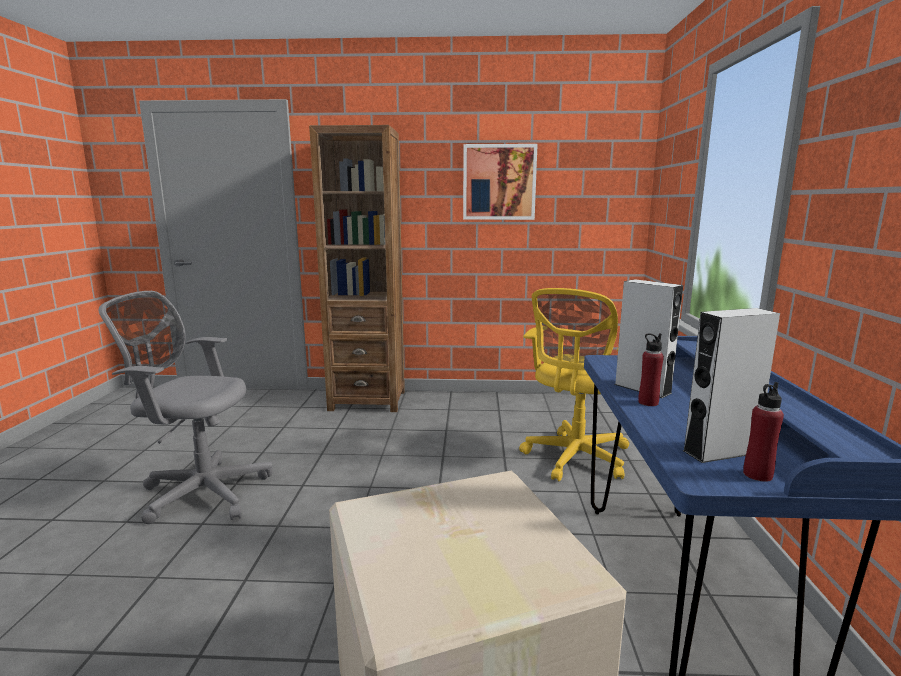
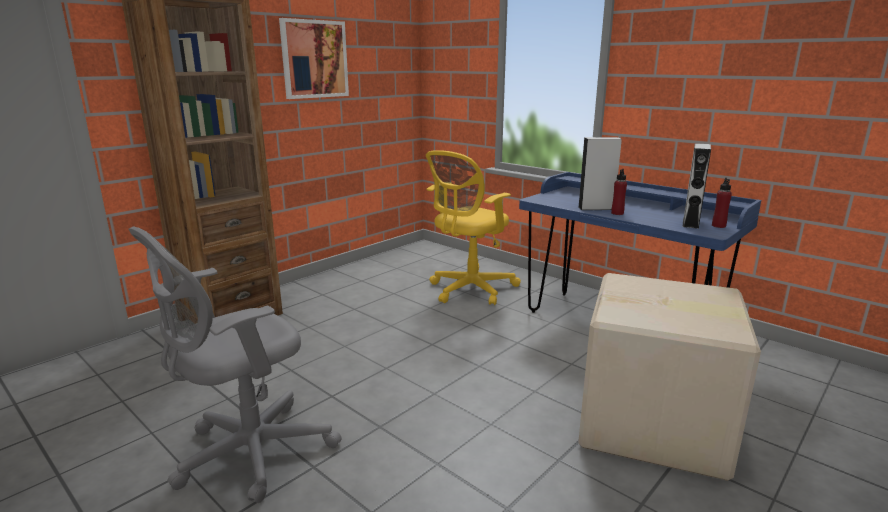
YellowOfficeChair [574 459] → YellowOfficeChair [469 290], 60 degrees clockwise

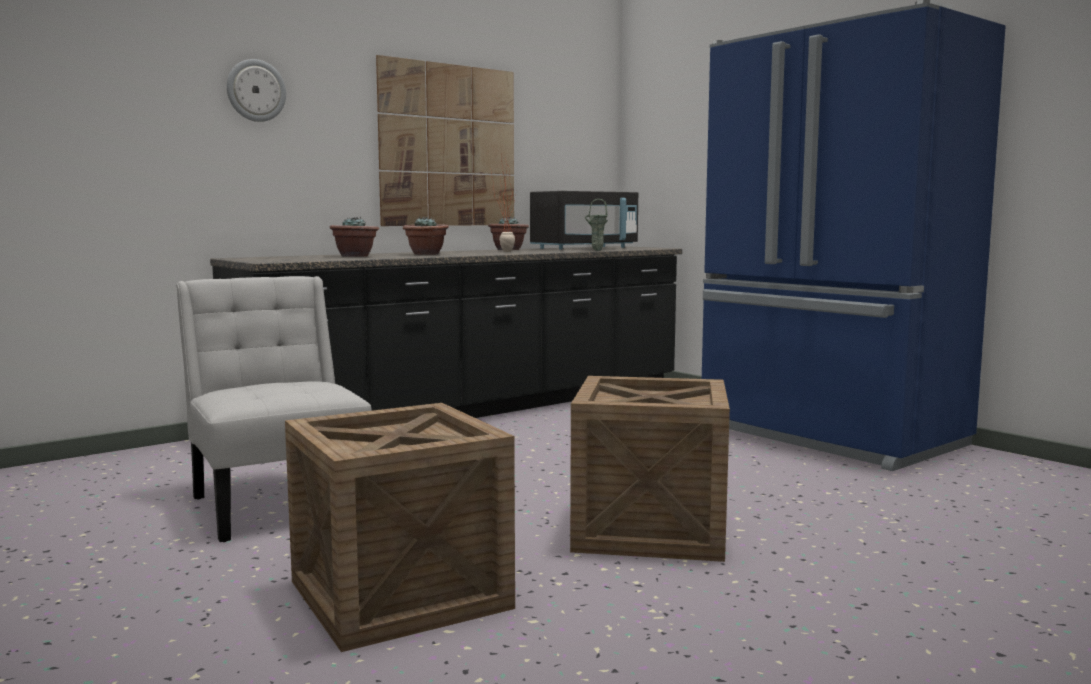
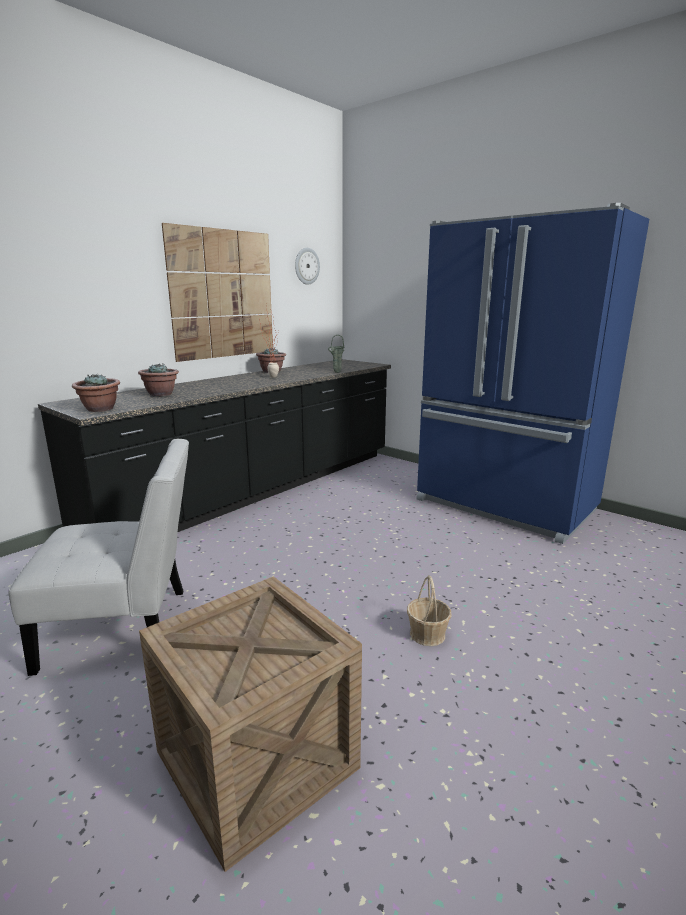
WhiteChair [278 503] → WhiteChair [126 628], 120 degrees clockwise
WallClock [256 90] → WallClock [306 266], move
PottedPlant [426 254] → PottedPlant [100 409], move
BlackMicrowave [584 248] → -
Crate [649 530] → Basket [427 634]

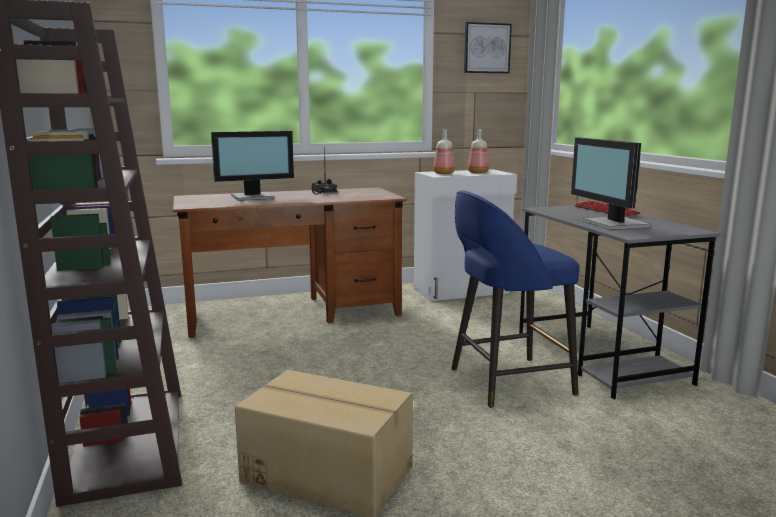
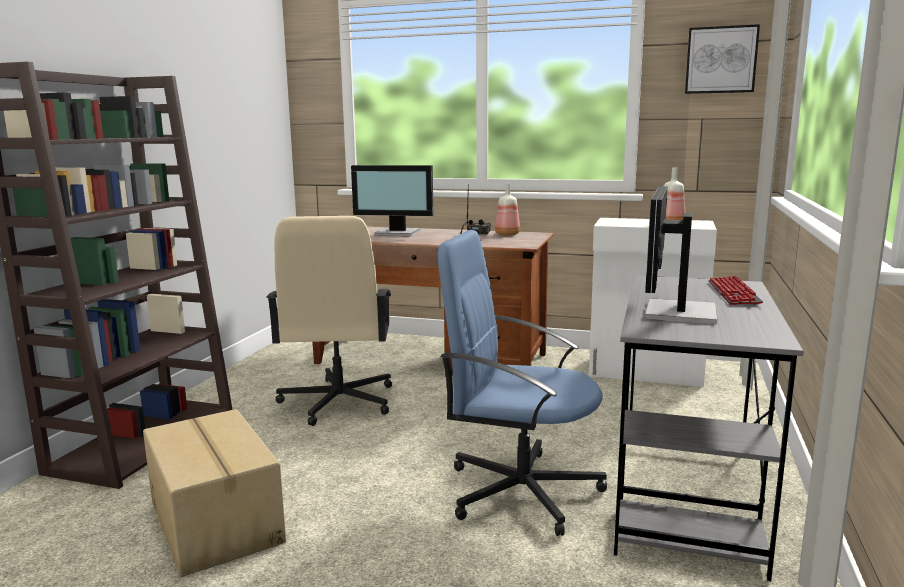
Bottle [443 173] → Bottle [506 234], move
BlueStool [507 382] → BlueOfficeChair [520 490]
- → BeigeOfficeChair [337 402]

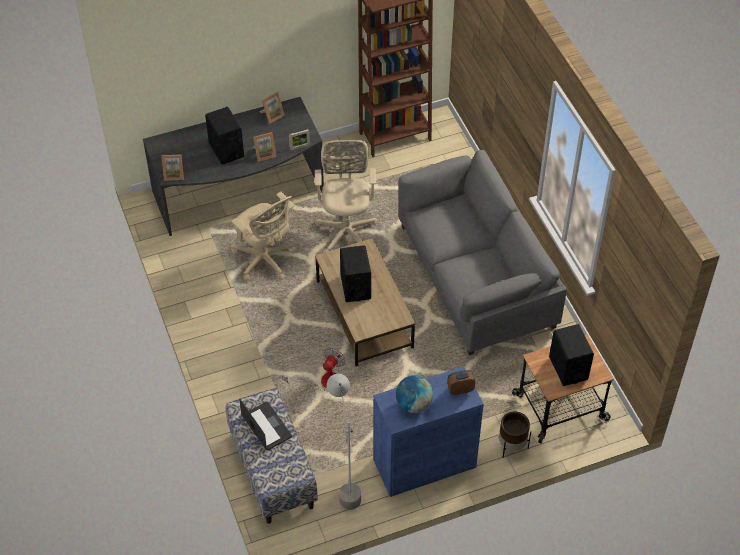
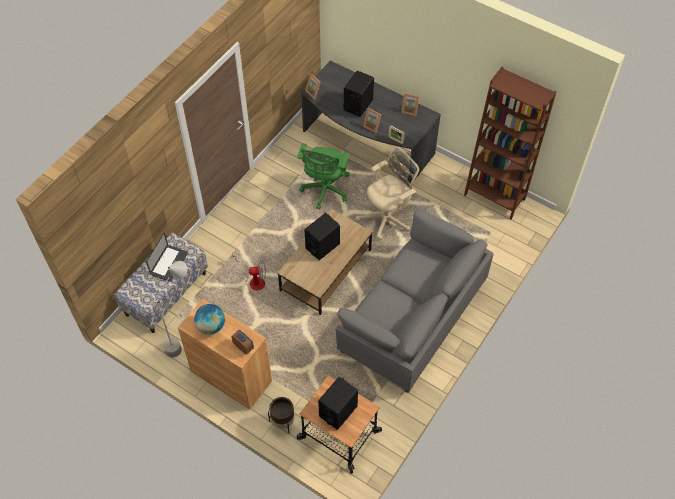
BeigeOfficeChair [265 260] → GreenOfficeChair [325 190]
BlueCabinet [424 463] → BrownCabinet [231 376]

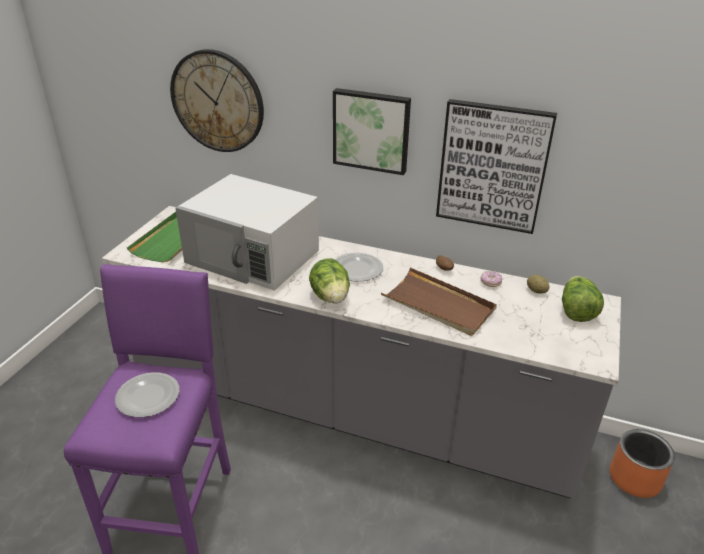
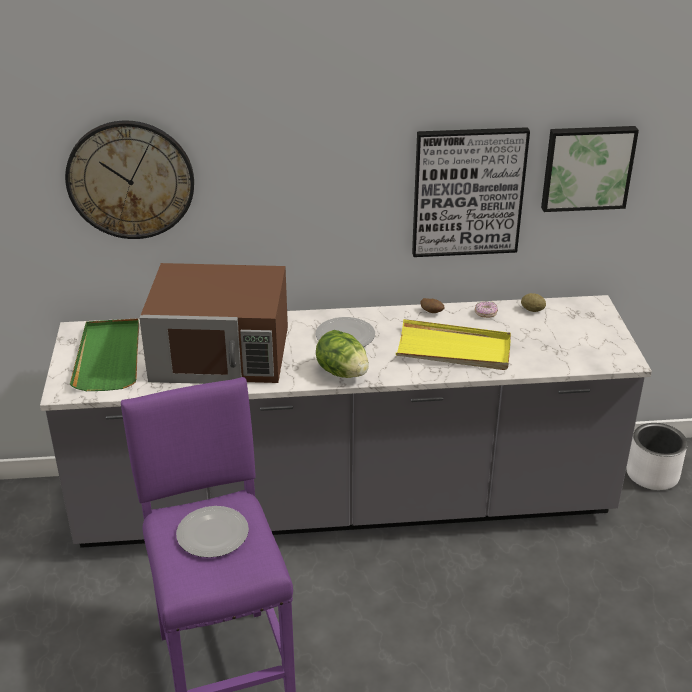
WhiteMicrowave [253 256] → BrownMicrowave [221 353]
Picture [371 130] → Picture [587 167], move
BrownTray [438 305] → YellowTray [454 349]
Lettuce [576 311] → -
OrangePlanter [635 478] → WhitePlanter [652 474]

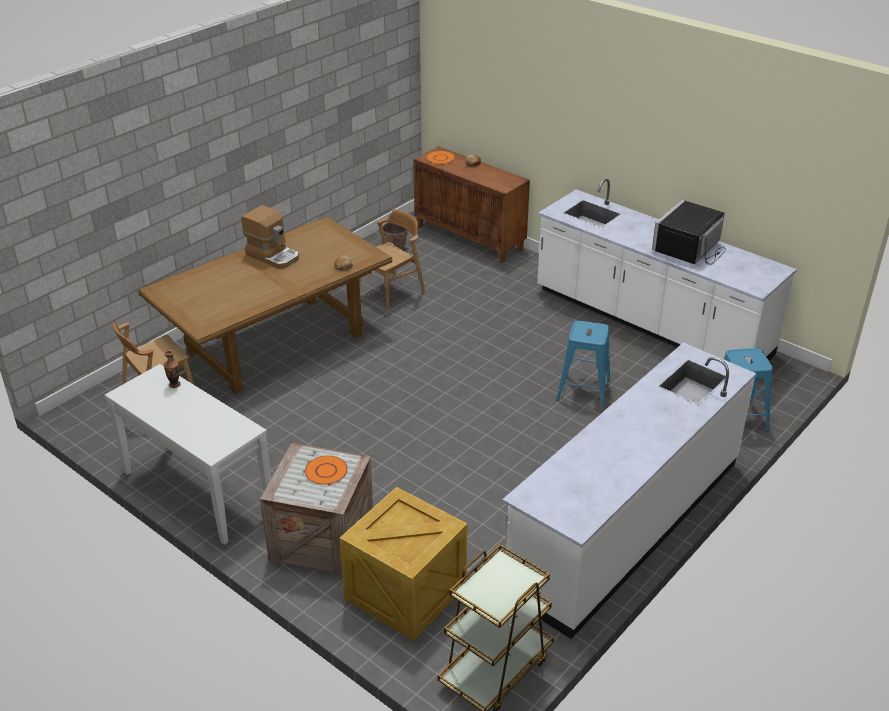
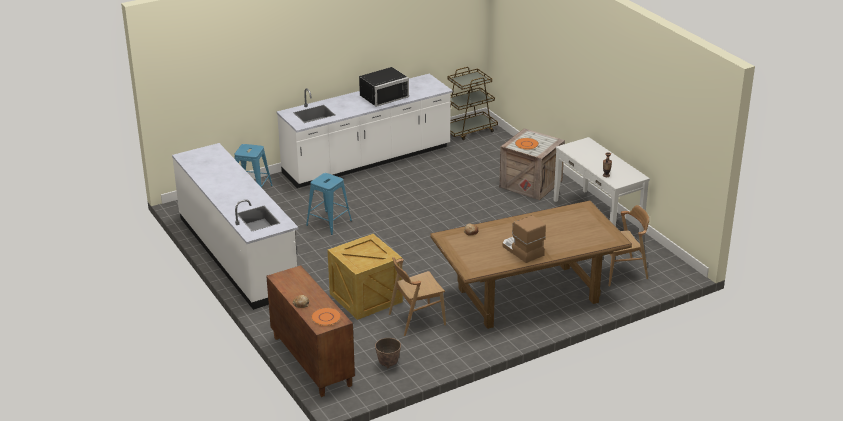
Crate [403 592] → Crate [367 298], move
BlackMicrowave [690 249] → BlackMicrowave [382 96], move

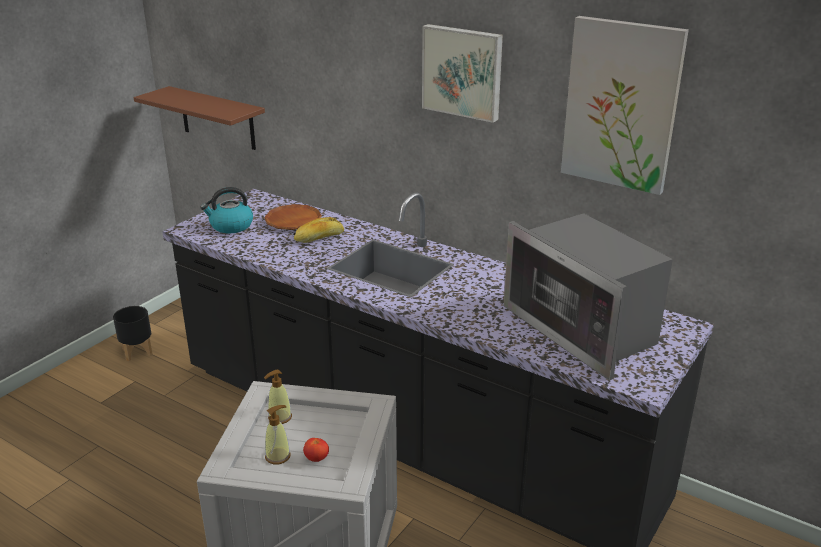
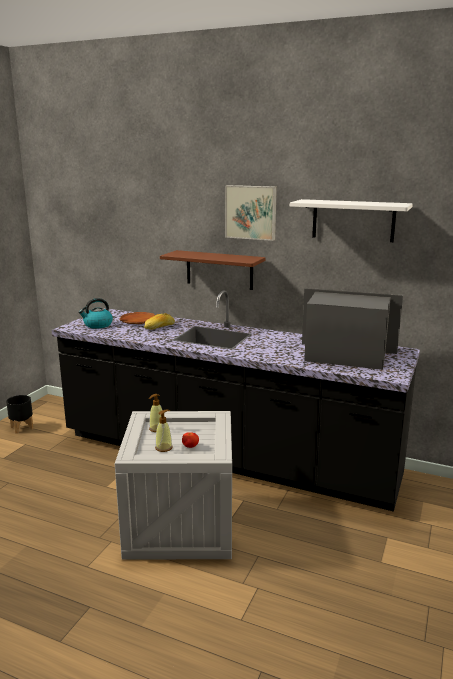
BrownShelf [217 118] → BrownShelf [219 270], move
Microwave [583 329] → Microwave [345 356], 150 degrees clockwise
Picture [621 105] → WhiteShelf [353 220]

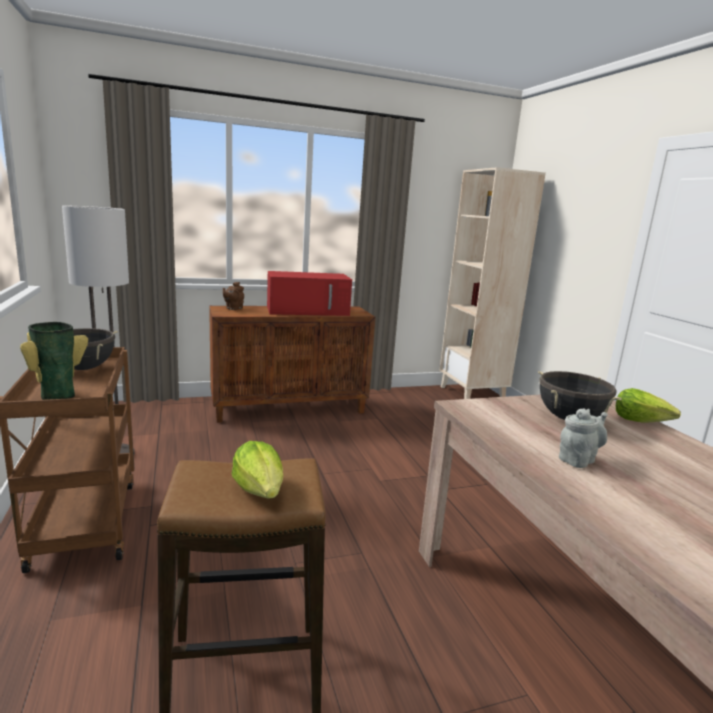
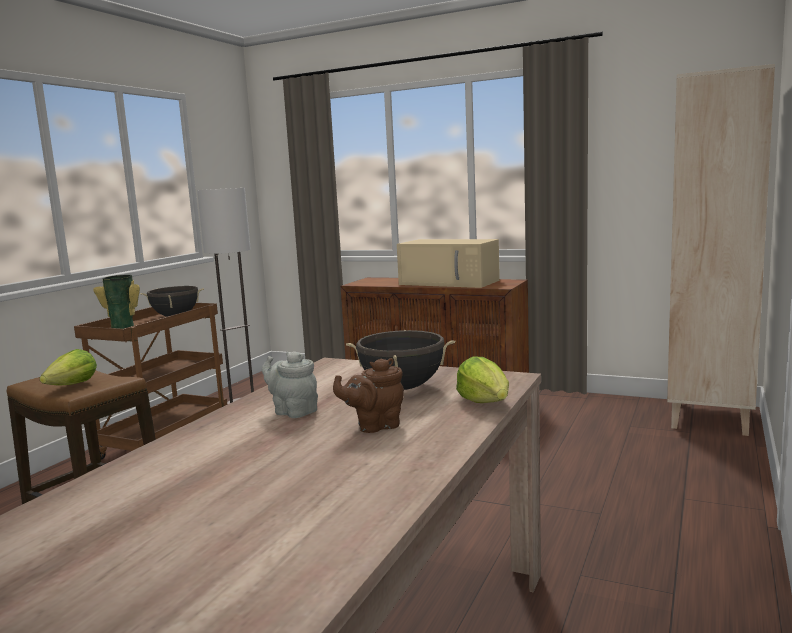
BrownTeapot [233 308] → BrownTeapot [375 426], move
RedMicrowave [309 310] → BeigeMicrowave [450 282]
GreyTeapot [578 459] → GreyTeapot [293 411], 150 degrees counterclockwise

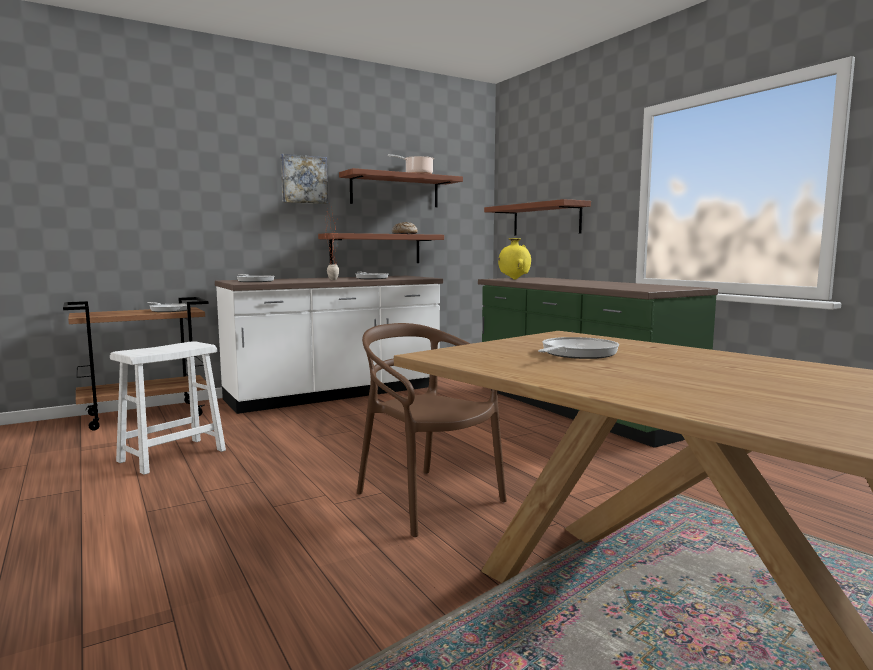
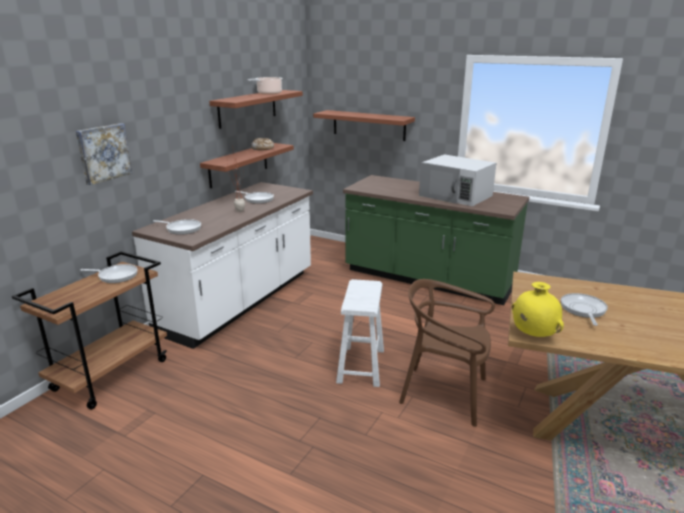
WhiteStool [172 456] → WhiteStool [360 366], move
Picture [303 179] → Picture [103 153], move
YellowVase [514 279] → YellowVase [533 335], move
- → WhiteMicrowave [456 195]

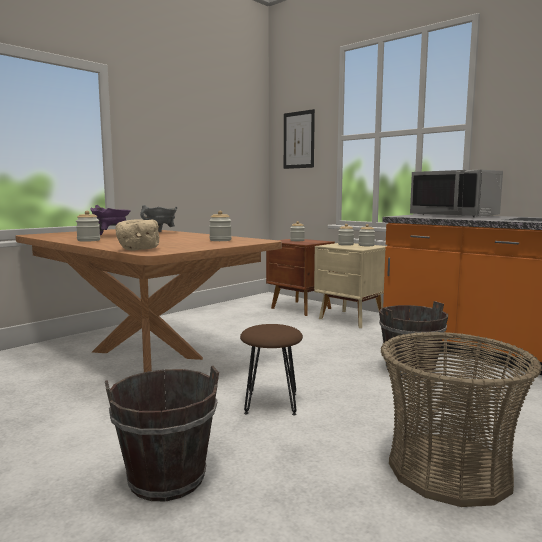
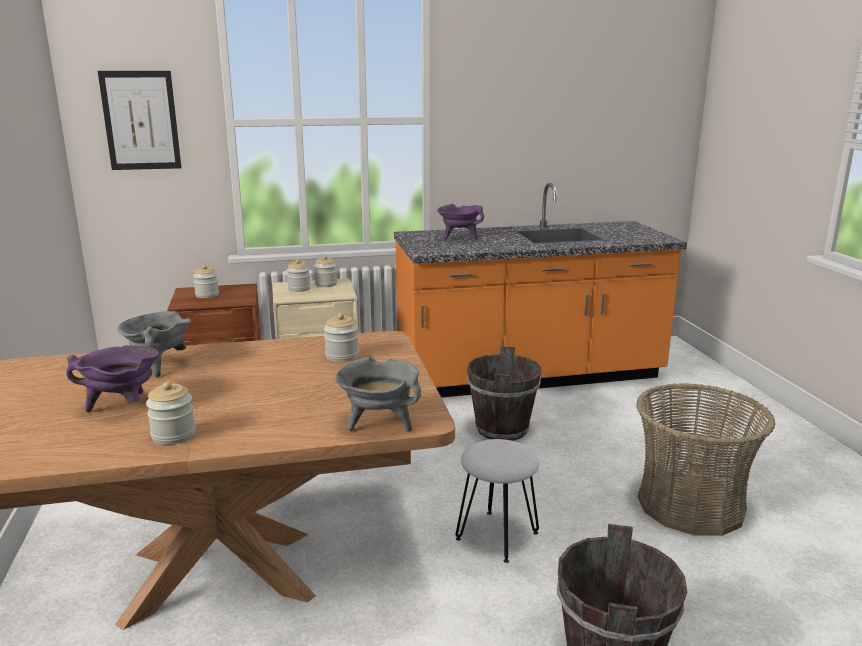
BeigeBowl [138 250] → GreyCookingPot [379 423]
BrownStool [271 403] → WhiteStool [498 536]
GreyMicrowave [455 216] → PurpleCookingPot [459 238]

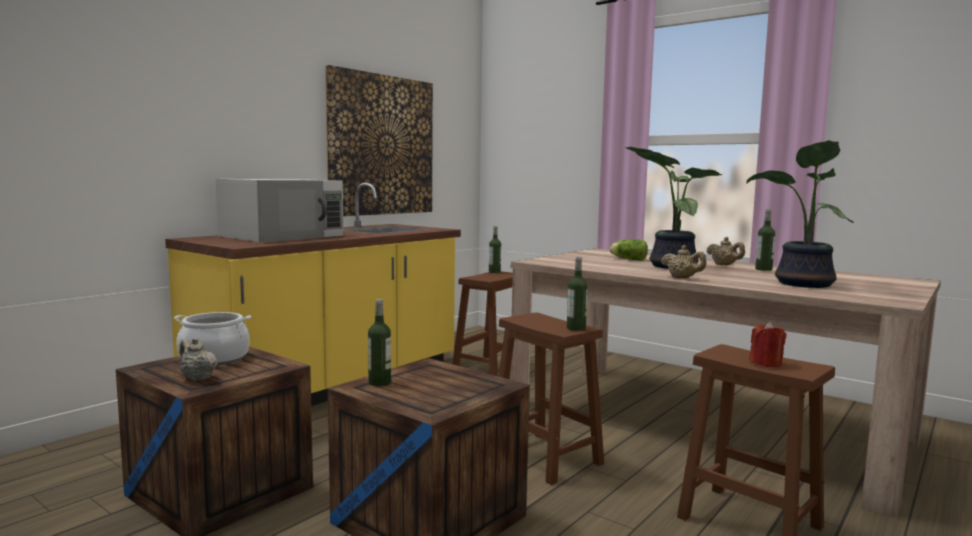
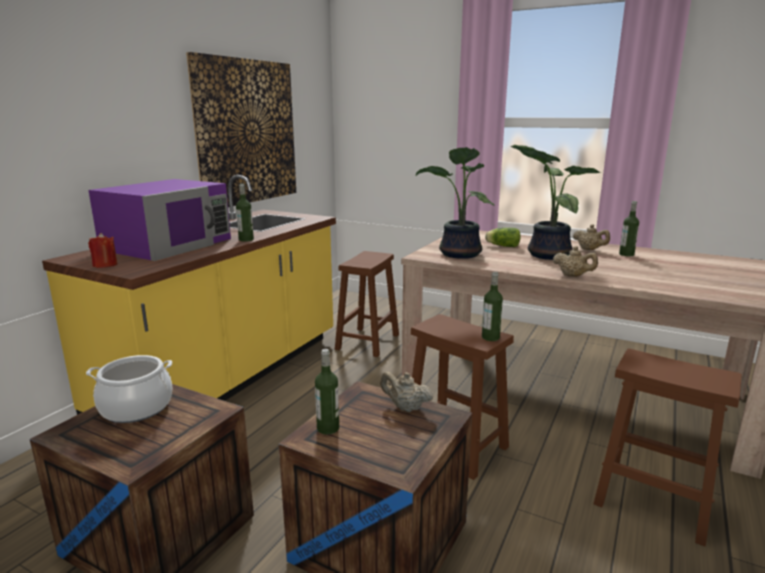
BeigeTeapot [197 378] → BeigeTeapot [405 407], move
WhiteMicrowave [283 236] → PurpleMicrowave [169 244]
Bottle [494 272] → Bottle [246 240], move
PottedPlant [802 284] → PottedPlant [458 254], move
RedCandle [766 363] → RedCandle [105 265], move

